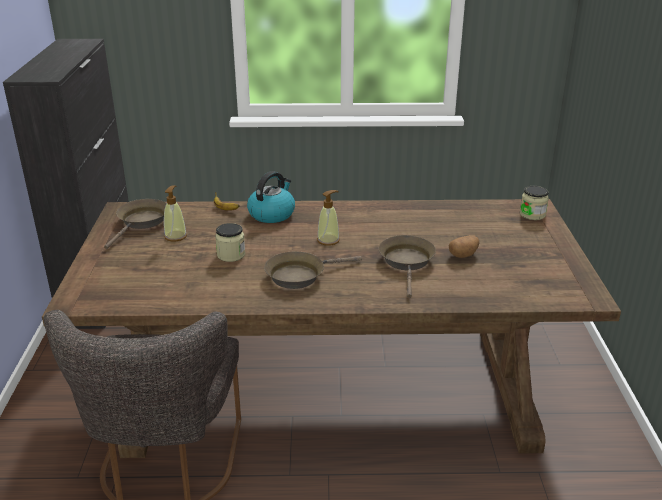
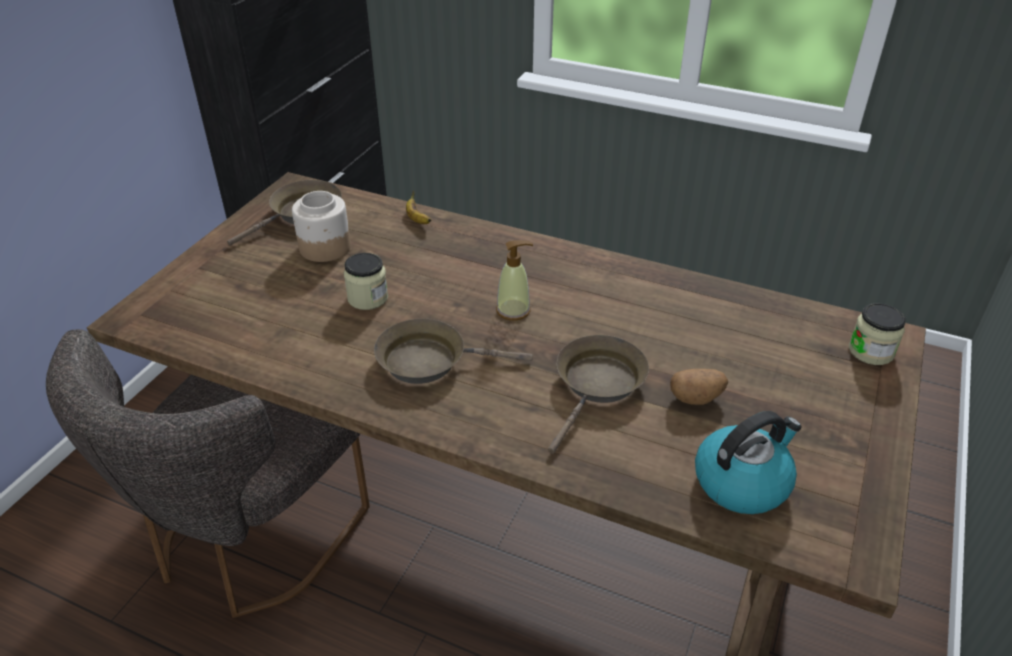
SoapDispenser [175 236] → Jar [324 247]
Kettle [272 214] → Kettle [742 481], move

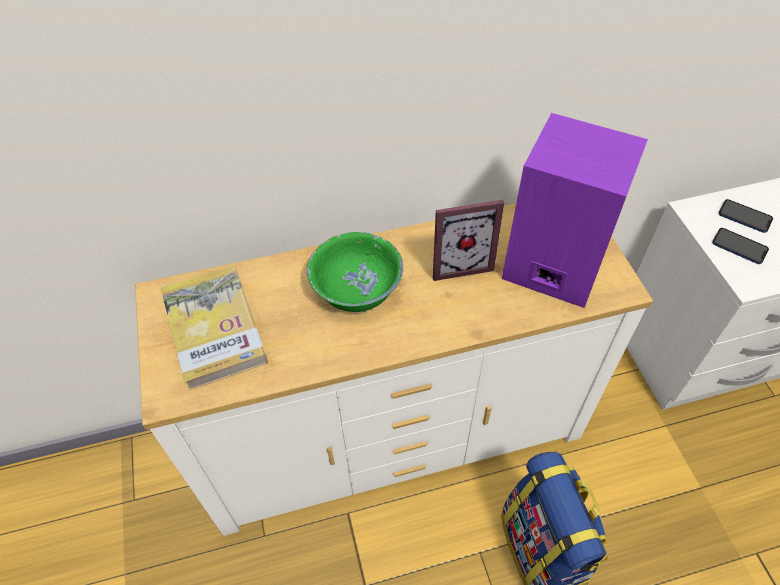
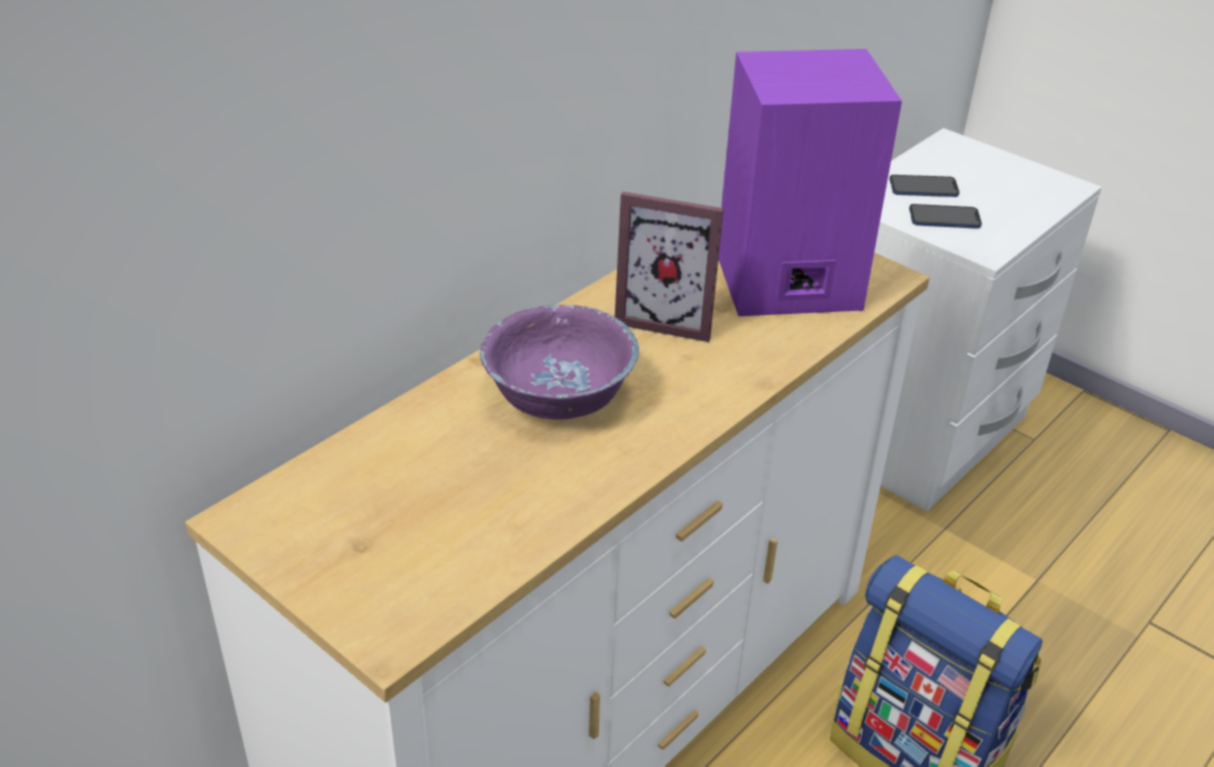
Book [214 329] → -
GreenBowl [357 290] → PurpleBowl [560 396]
PictureFrame [459 262] → PictureFrame [668 317], 60 degrees clockwise

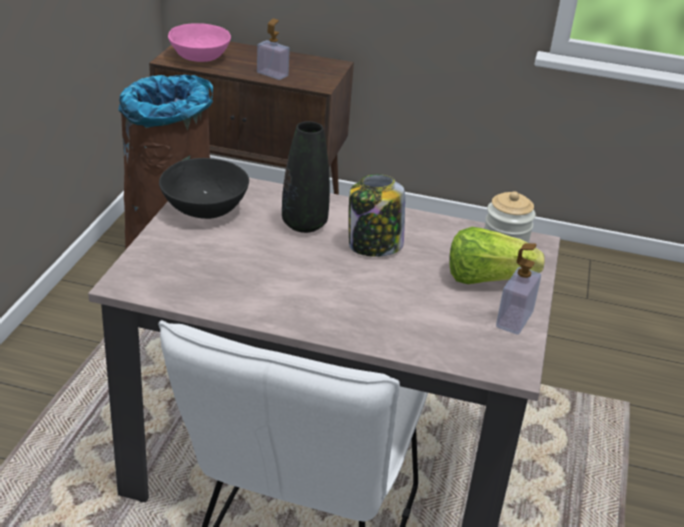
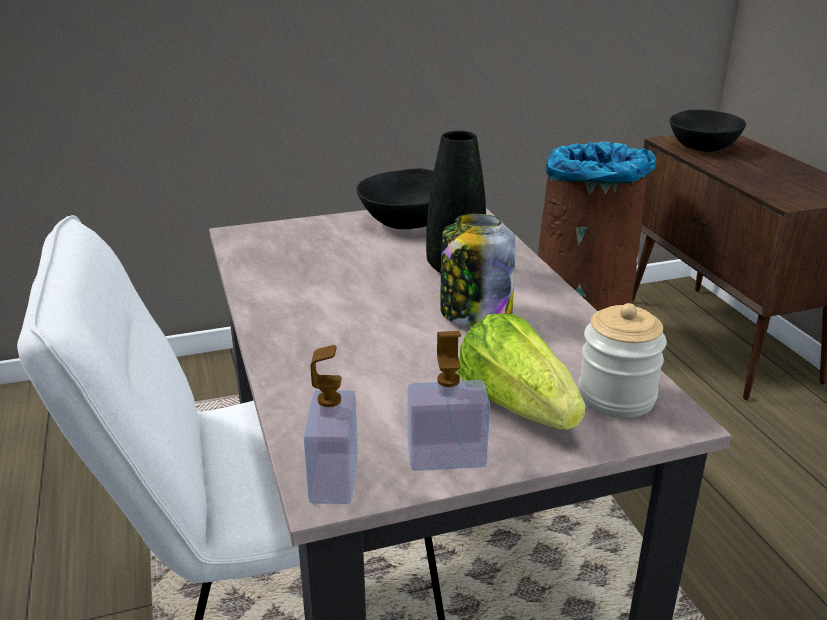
PinkBowl [200 57] → BlackBowl [703 147]
SoapDispenser [272 74] → SoapDispenser [334 478], move

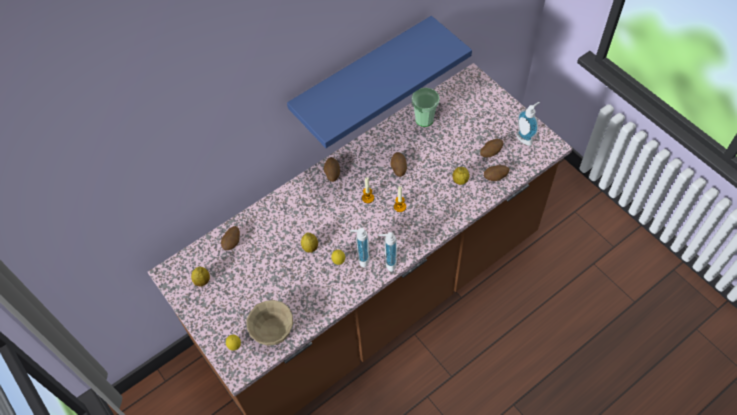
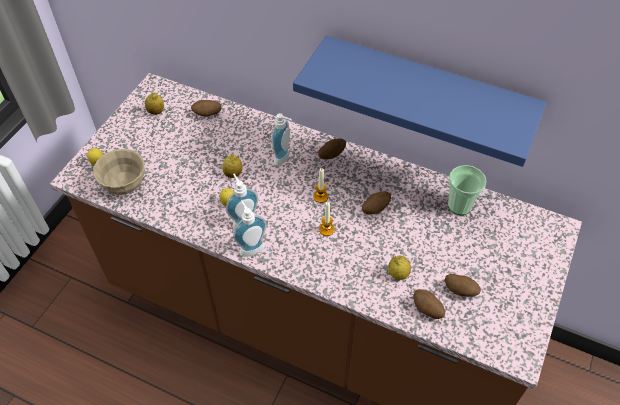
SoapDispenser [526 137] → SoapDispenser [284 158], move

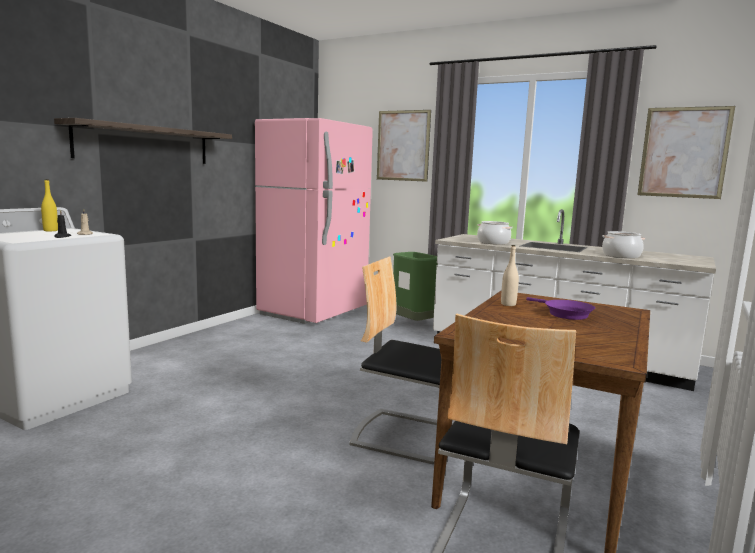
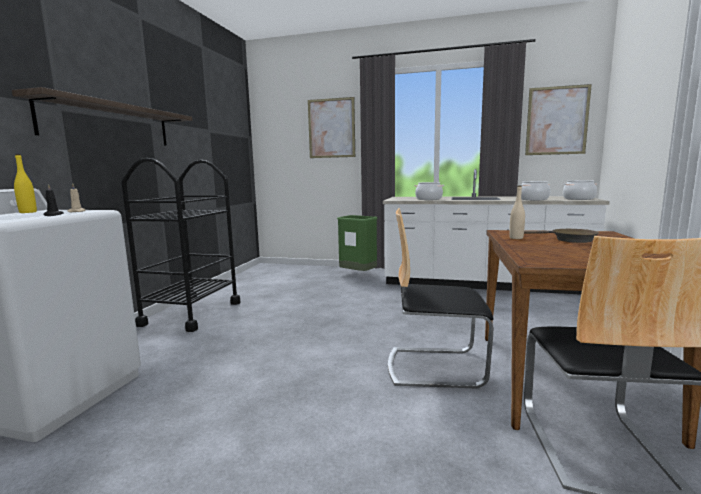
PinkFridge [313 312] → -
PurpleFryingPan [564 314] → BrownFryingPan [569 239]
- → BlackCart [192 313]
- → CookingPot [578 199]

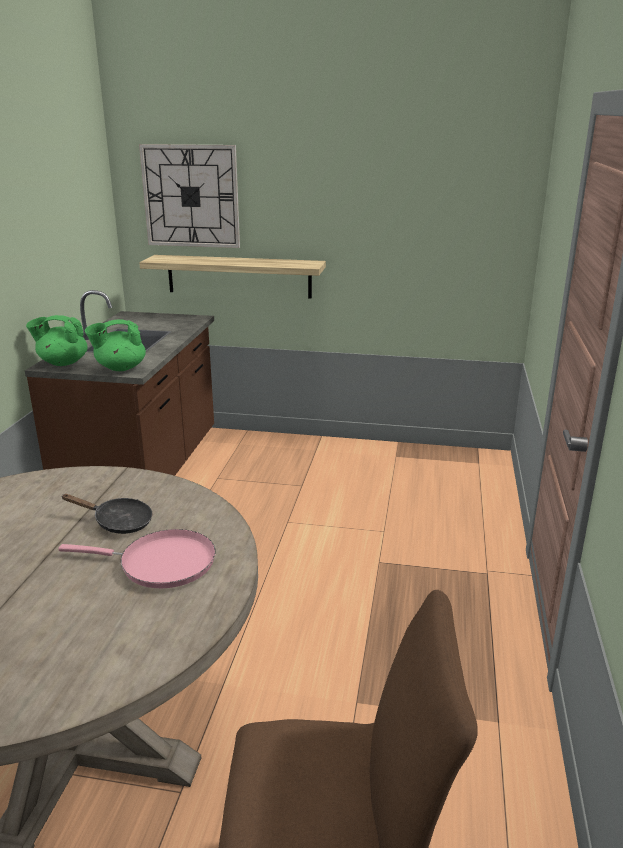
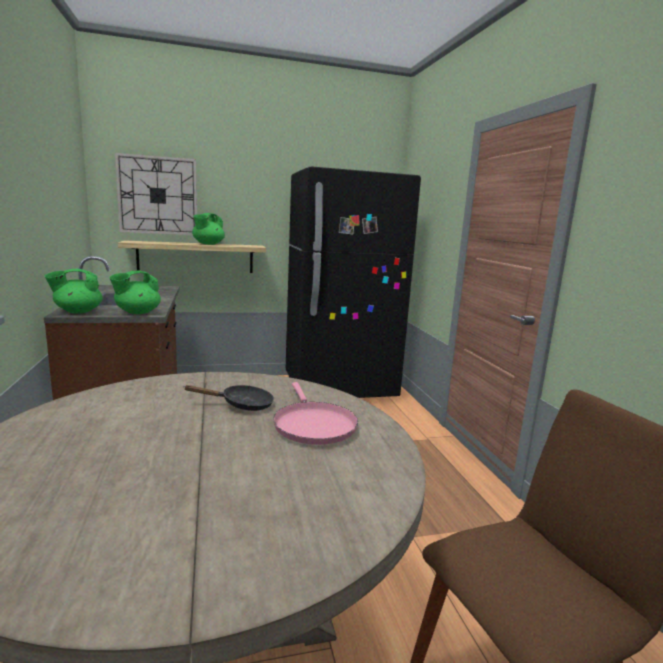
PinkFryingPan [161 563] → PinkFryingPan [313 424], 90 degrees clockwise
- → GreenTeapot [208 244]
- → BlackFridge [339 388]

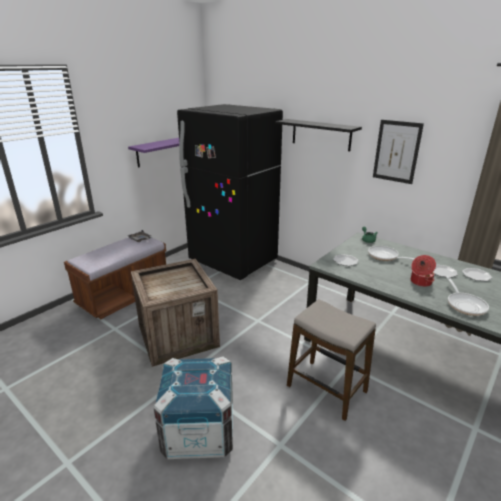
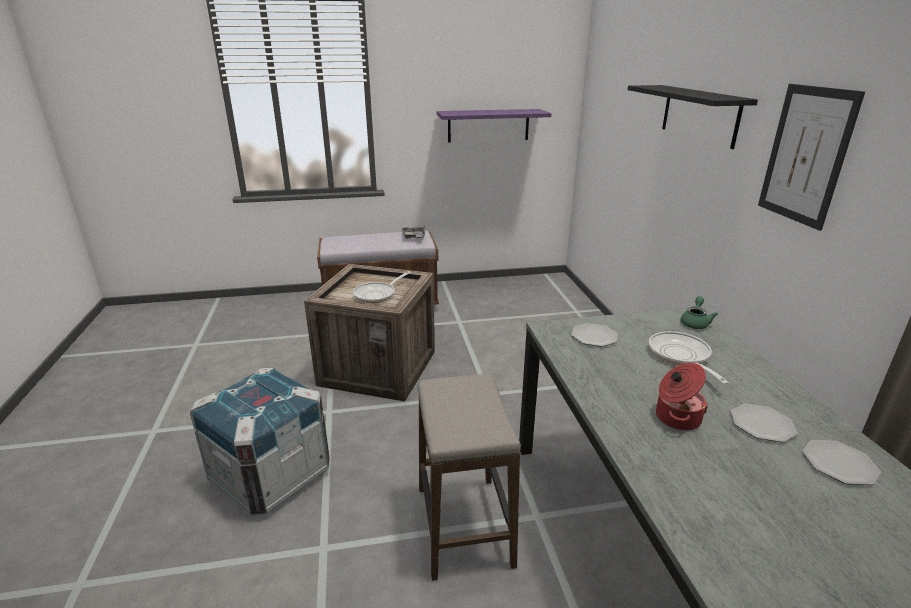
BlackFridge [233 261] → -
FryingPan [465 304] → FryingPan [377 294], move

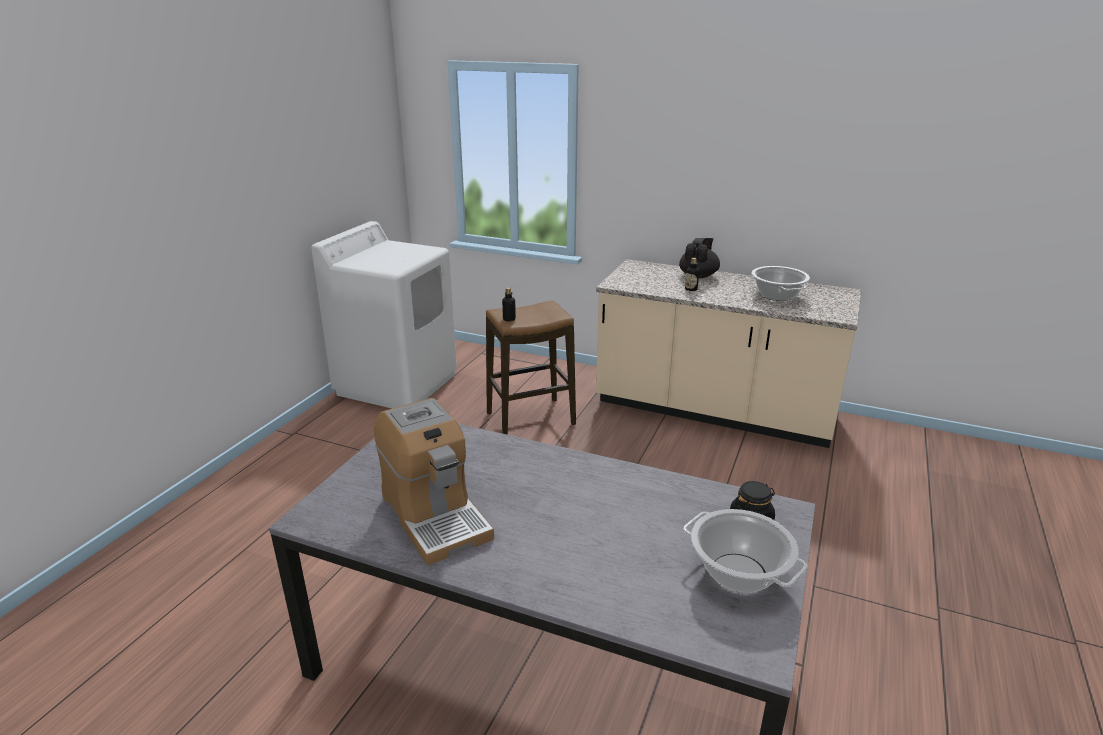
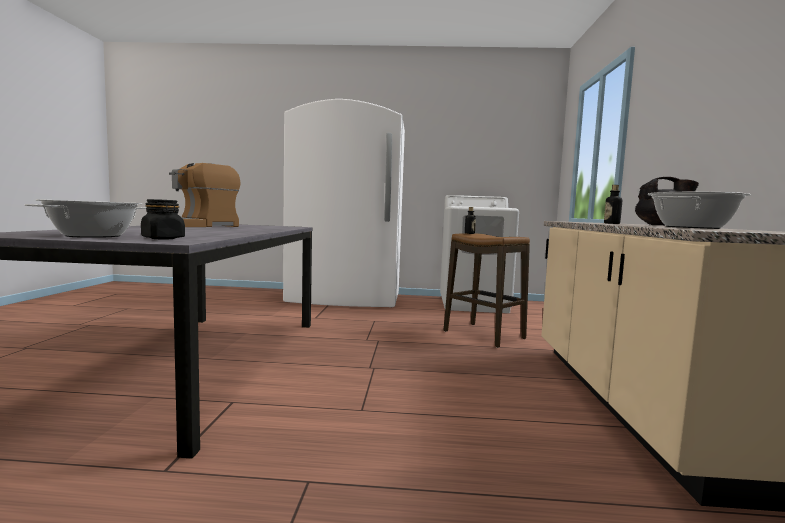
- → WhiteFridge [345 299]

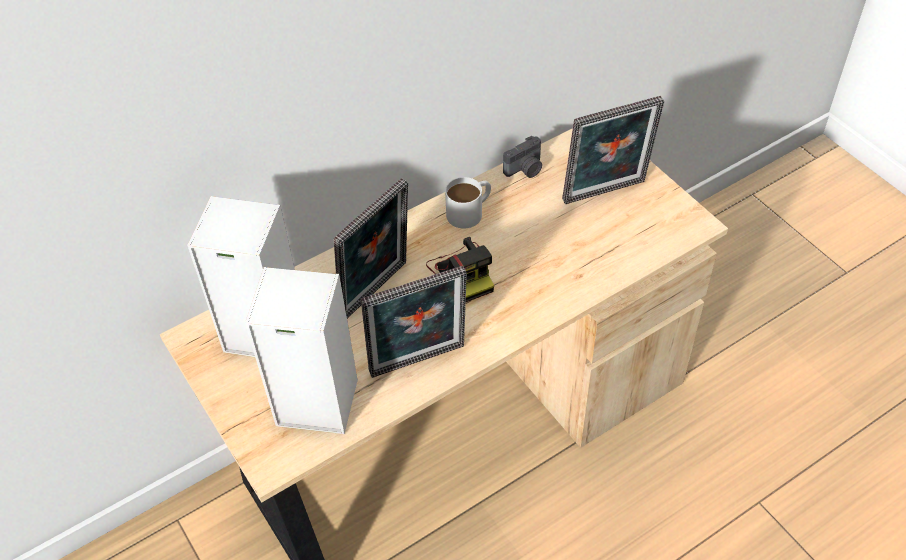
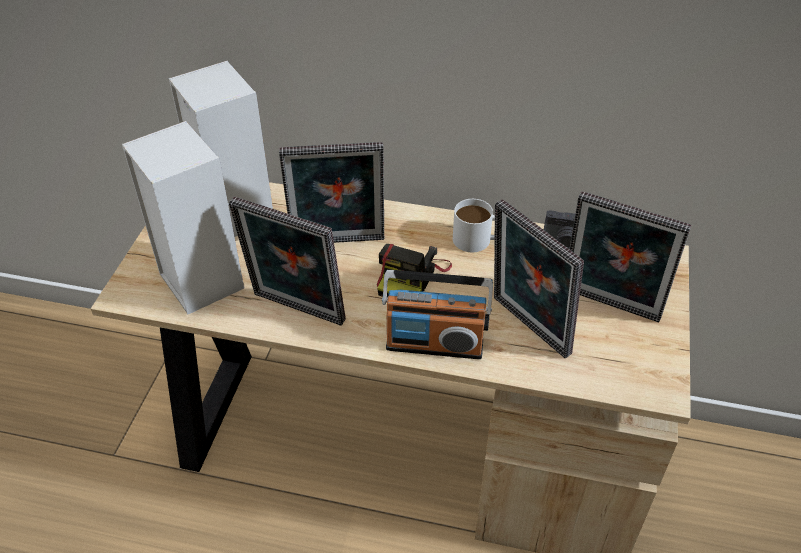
- → Radio [434 344]
- → PictureFrame [526 328]

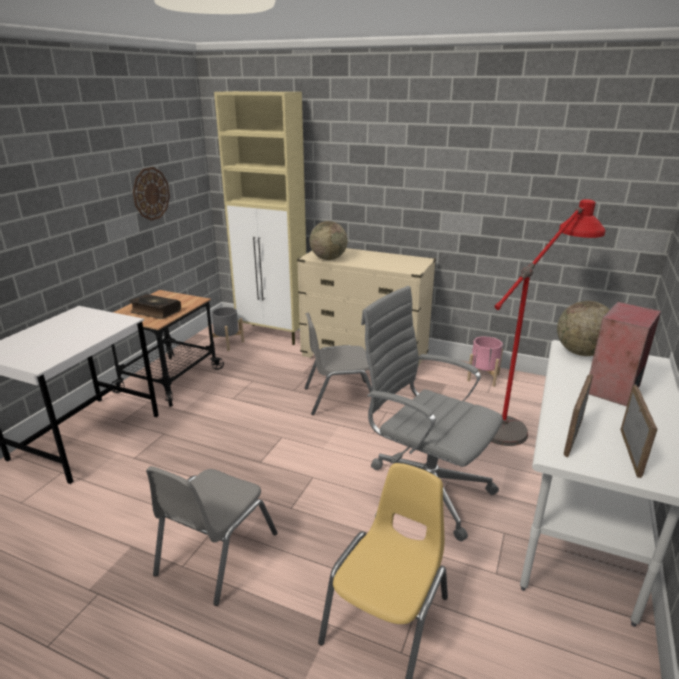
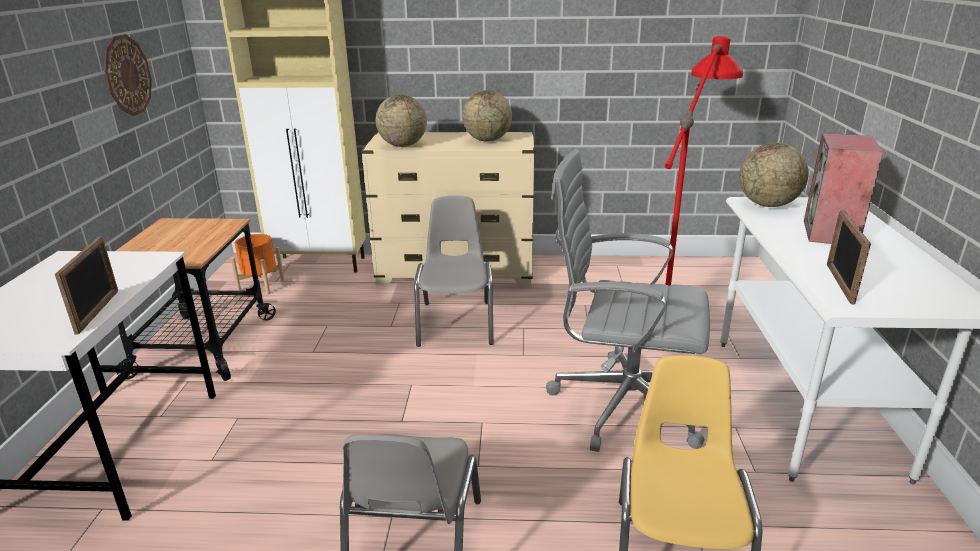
Book [155 312] → -
GreyPlanter [227 343] → OrangePlanter [261 286]
GreyChair [339 398] → GreyChair [456 323], 120 degrees clockwise
PinkPlanter [483 377] → -
PictureFrame [630 452] → PictureFrame [98 311], move
- → Globe [487 140]

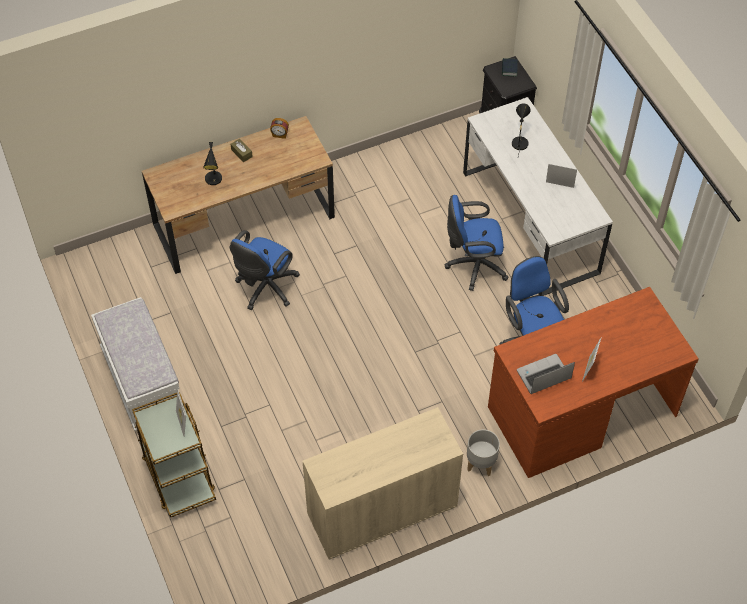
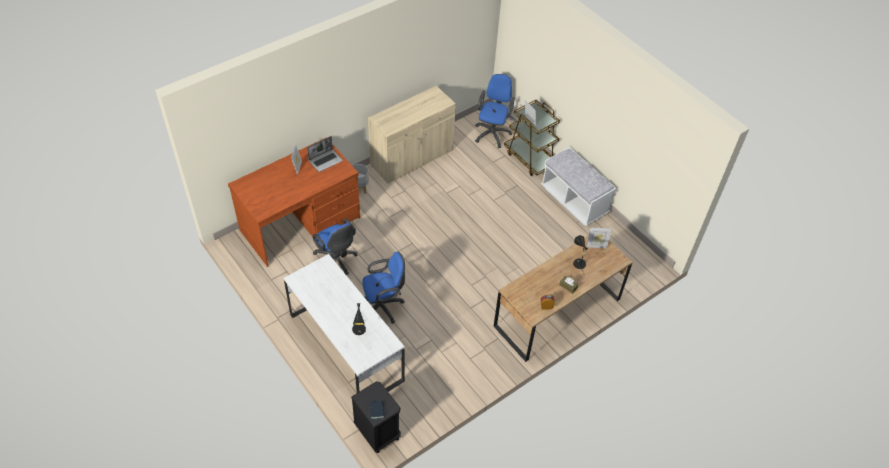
BlueOfficeChair [265 288] → BlueOfficeChair [492 132], move
PictureFrame [559 187] → PictureFrame [596 246], move

